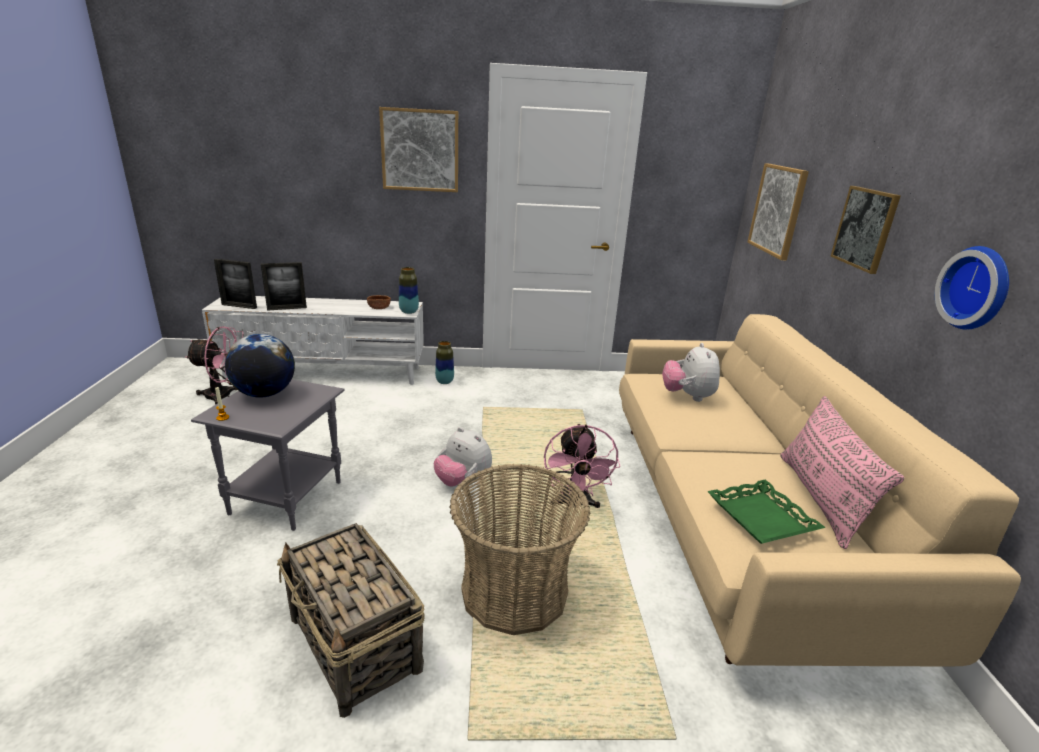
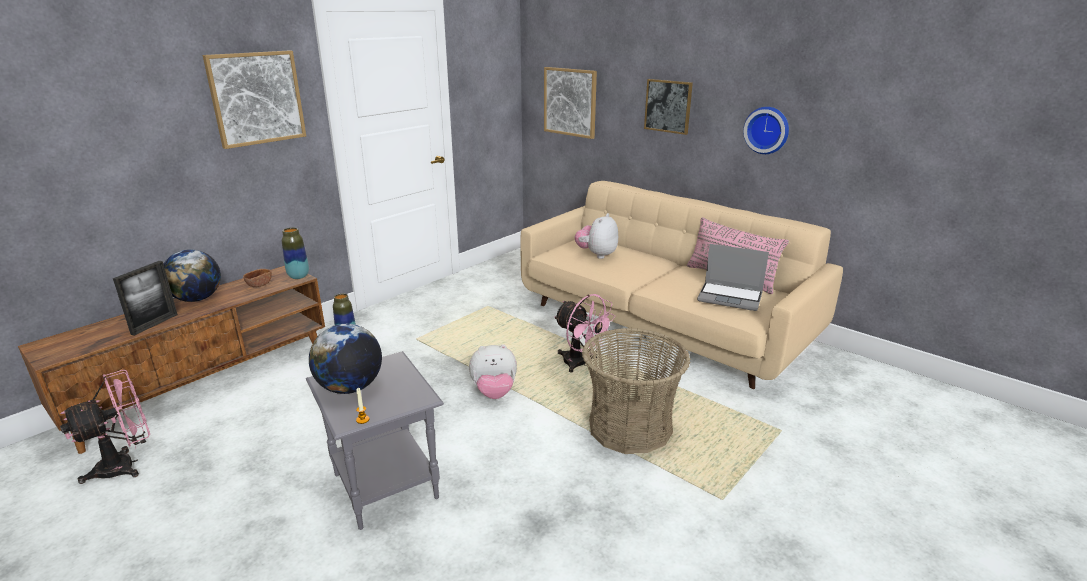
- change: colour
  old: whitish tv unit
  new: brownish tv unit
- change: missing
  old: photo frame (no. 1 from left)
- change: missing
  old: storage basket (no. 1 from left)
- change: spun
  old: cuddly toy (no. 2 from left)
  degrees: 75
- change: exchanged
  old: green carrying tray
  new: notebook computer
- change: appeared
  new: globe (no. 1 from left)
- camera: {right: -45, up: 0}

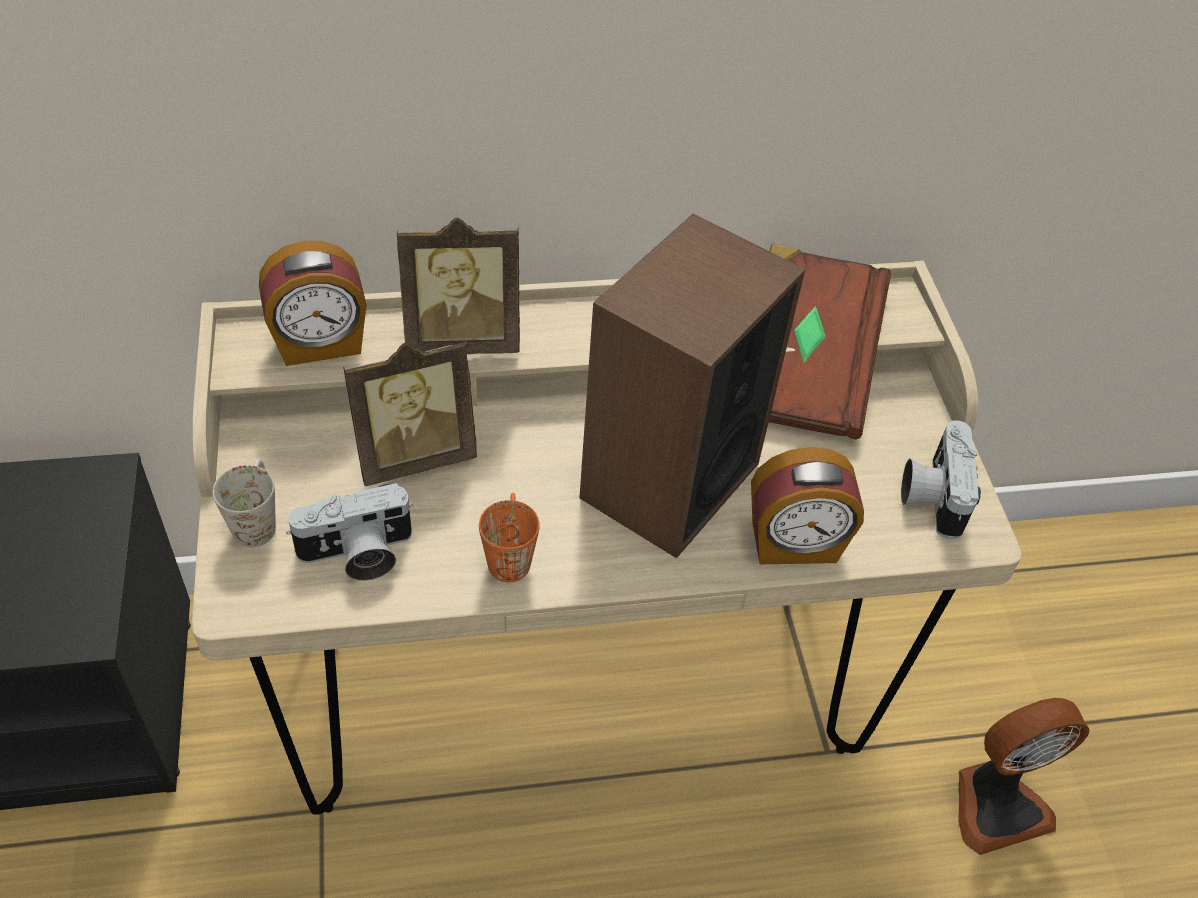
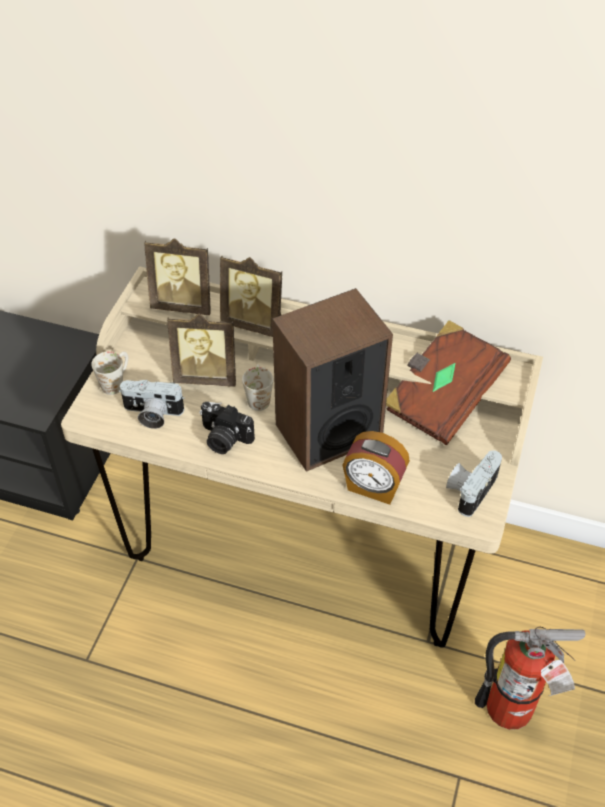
- change: exchanged
  old: bedside clock (no. 1 from left)
  new: photo frame (no. 1 from left)
- change: exchanged
  old: orangey mug
  new: still camera (no. 2 from left)
- change: exchanged
  old: fan
  new: extinguisher
- change: appeared
  new: whitish mug (no. 2 from left)
- camera: {right: 30, up: 0}

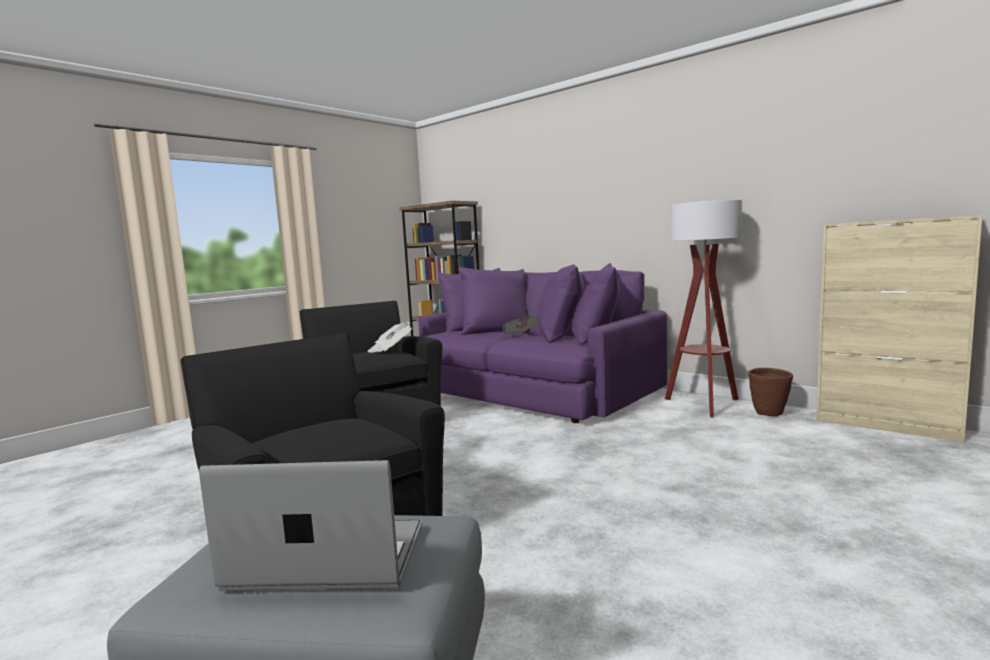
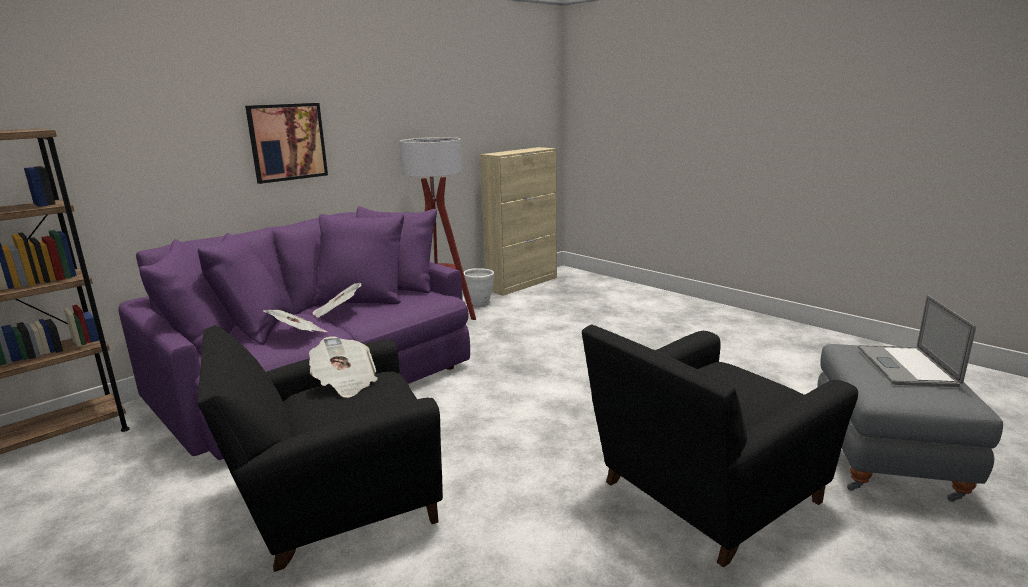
- change: colour
  old: brownish planter
  new: whitish planter
- change: appeared
  new: wall picture
- change: appeared
  new: printed paper (no. 1 from left)
- camera: {right: -85, up: 10}

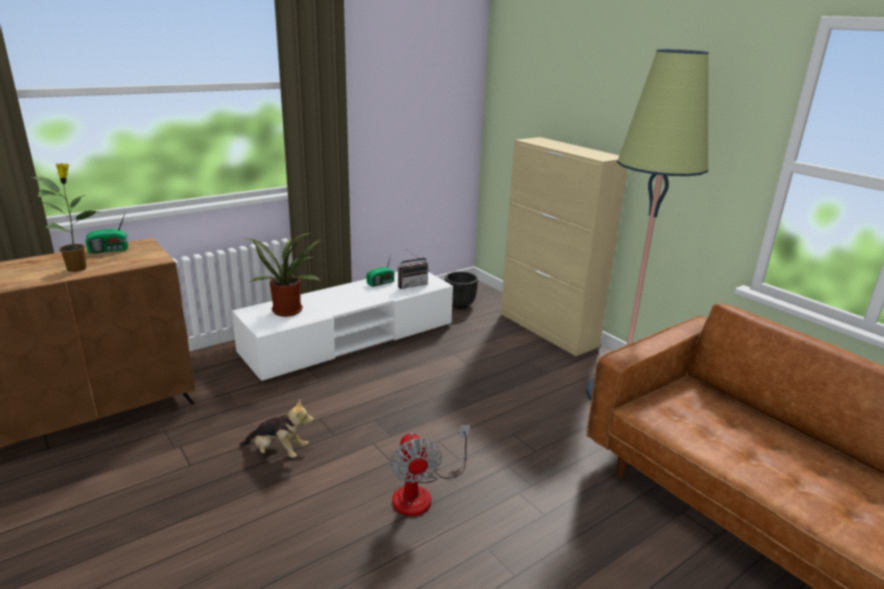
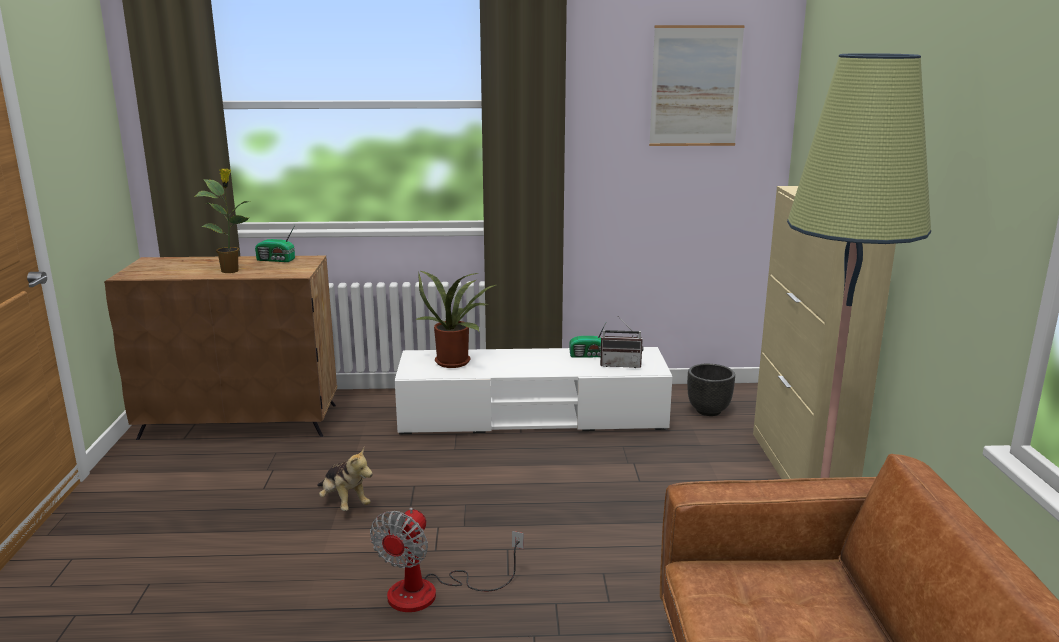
- change: appeared
  new: wall picture
- camera: {right: 35, up: -5}

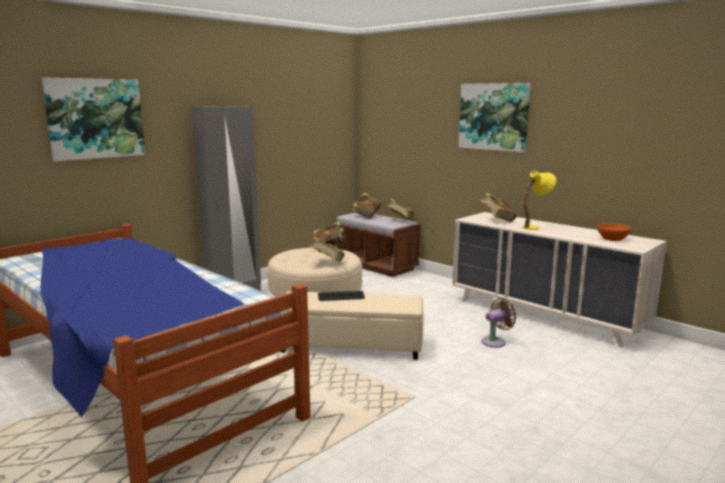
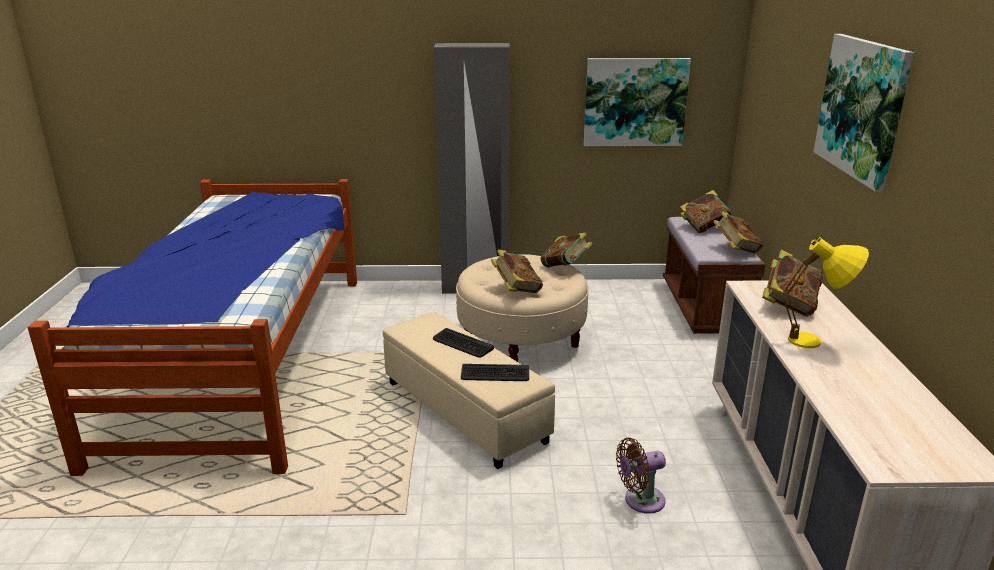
- change: relocated
  old: wall picture (no. 1 from left)
- change: spun
  old: brownish fan
  degrees: 150
- change: missing
  old: orangey serving bowl
- change: appeared
  new: keyboard (no. 2 from left)
- camera: {right: 45, up: 10}

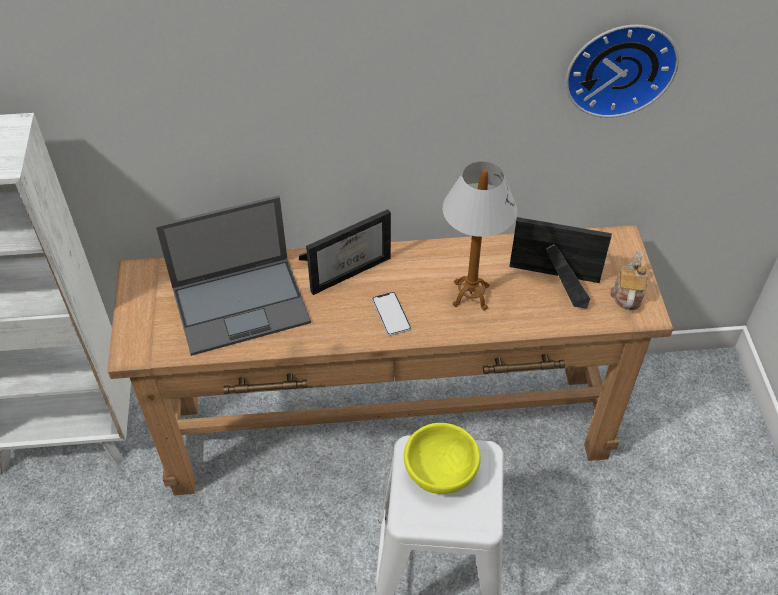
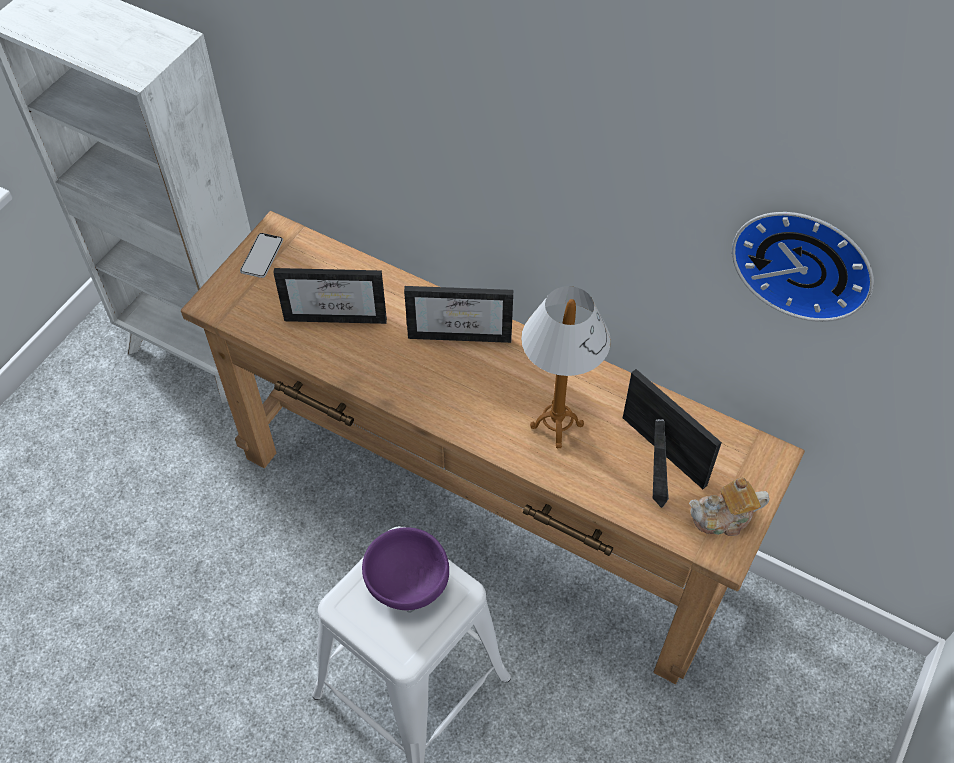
- change: exchanged
  old: notebook computer
  new: photo frame (no. 1 from left)
- change: relocated
  old: telephone
- change: colour
  old: yellowish serving bowl
  new: purple serving bowl
- change: spun
  old: teapot
  degrees: -150
- camera: {right: 35, up: 5}

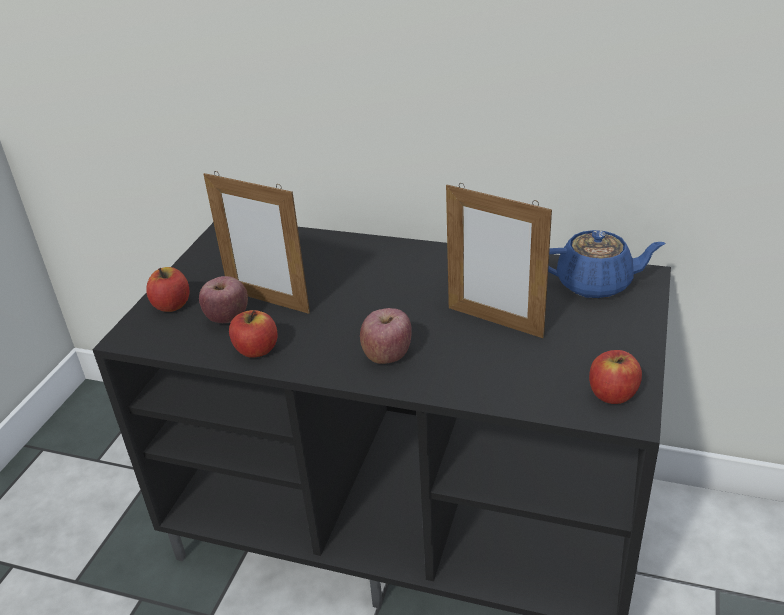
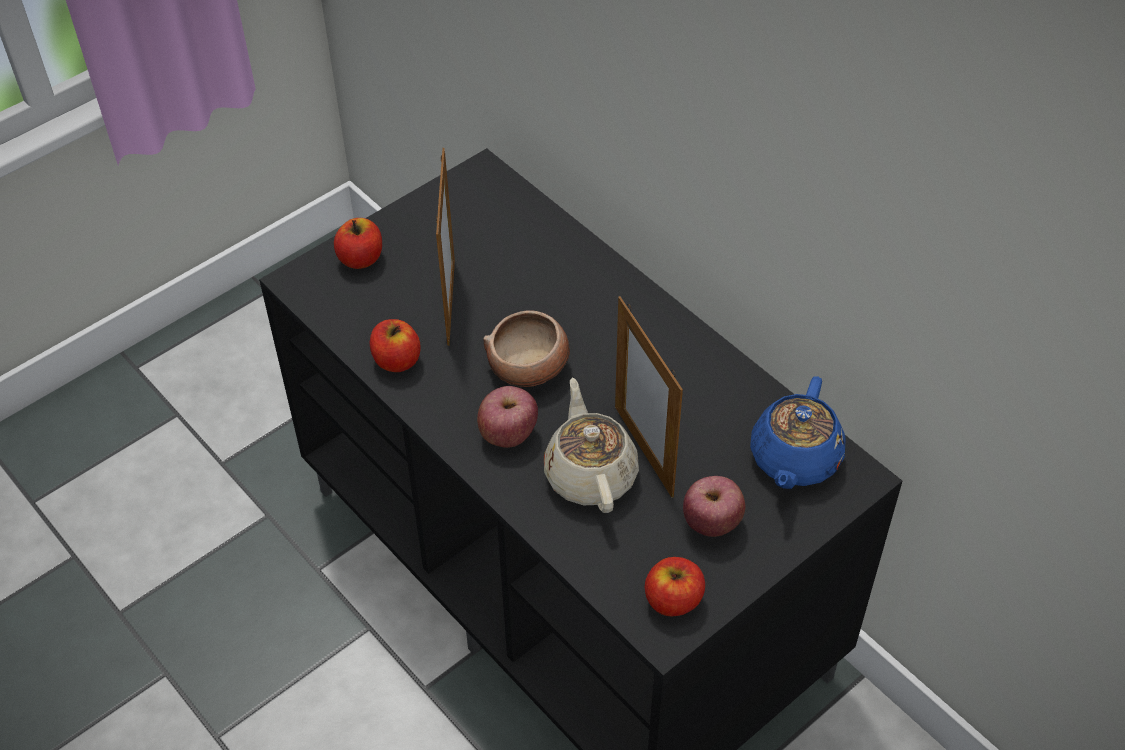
- change: relocated
  old: apple fruit (no. 2 from left in the first image)
  new: apple fruit (no. 5 from left)
- change: spun
  old: photo frame (no. 1 from left)
  degrees: -150
- change: spun
  old: blue teapot
  degrees: 75
- change: appeared
  new: serving bowl
- change: appeared
  new: beige teapot
- camera: {right: 30, up: 15}

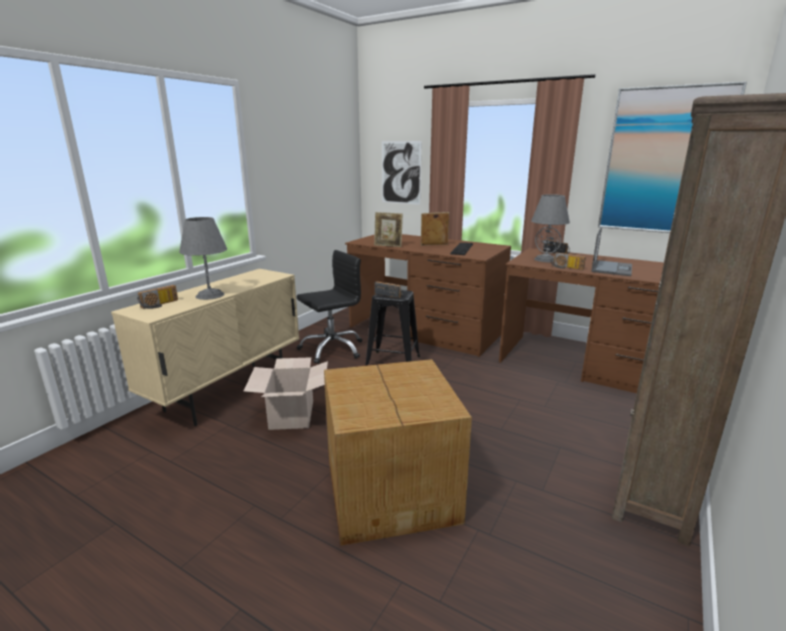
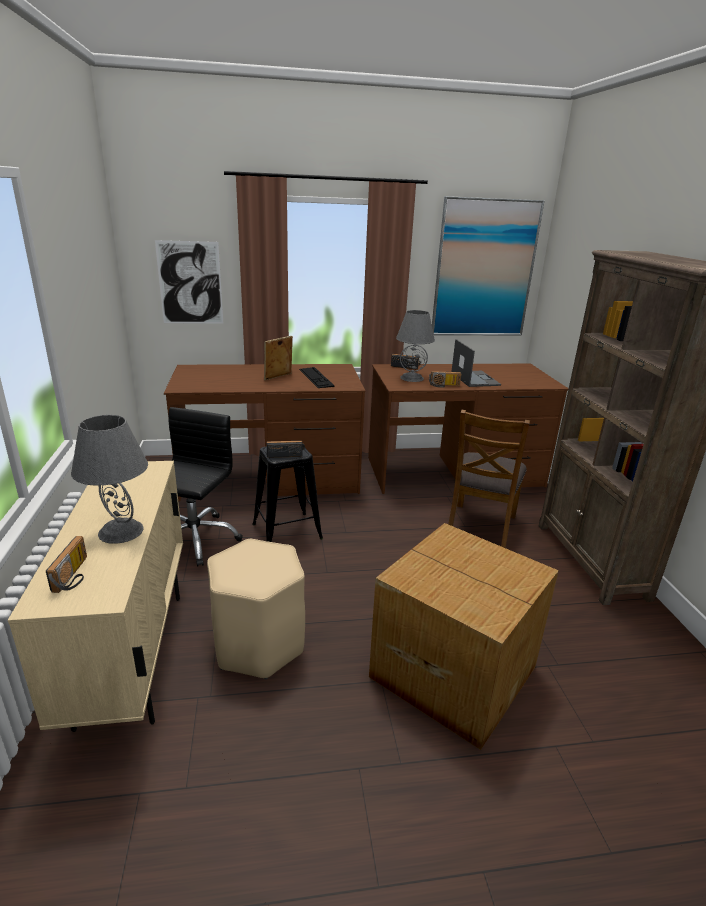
- change: exchanged
  old: carton (no. 1 from left)
  new: beige stool seat
- change: missing
  old: photo frame (no. 1 from left)
- change: appeared
  new: brownish chair
- camera: {right: -40, up: 5}

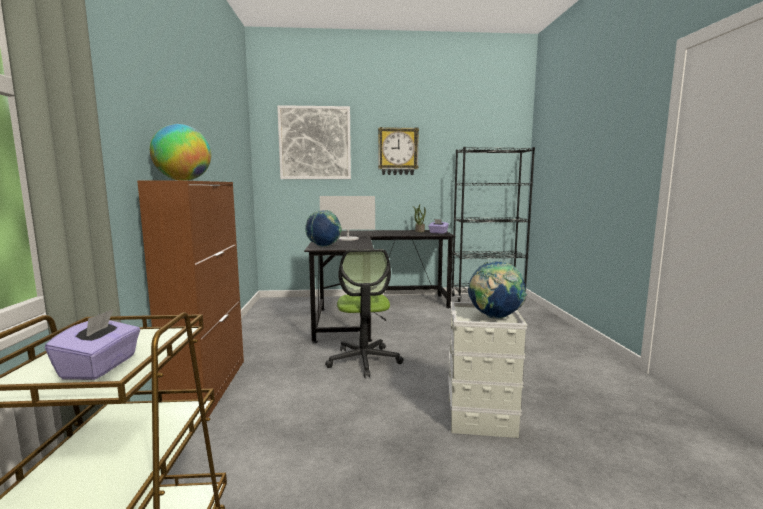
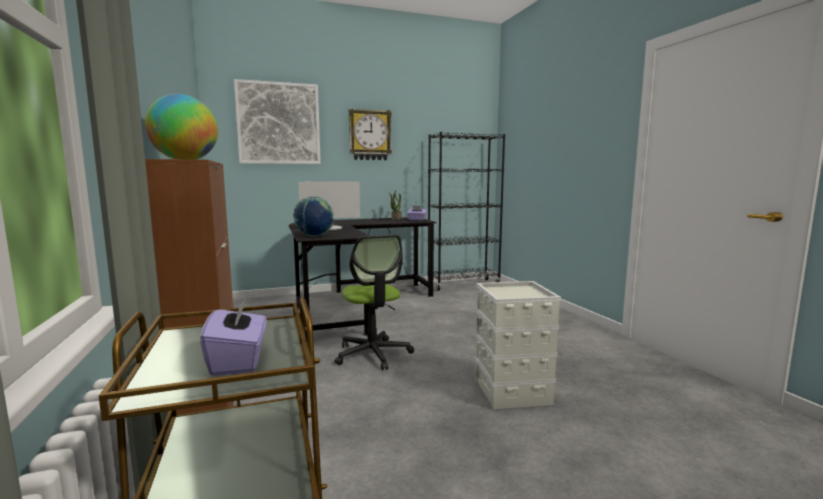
- change: missing
  old: globe (no. 3 from left)
- camera: {right: -15, up: 0}

